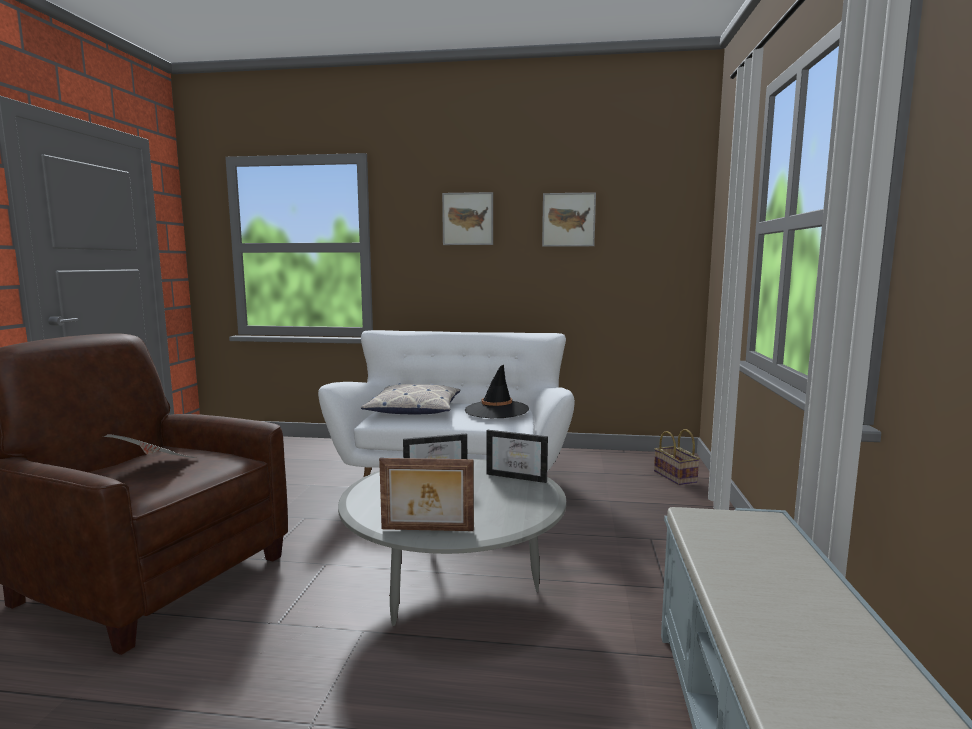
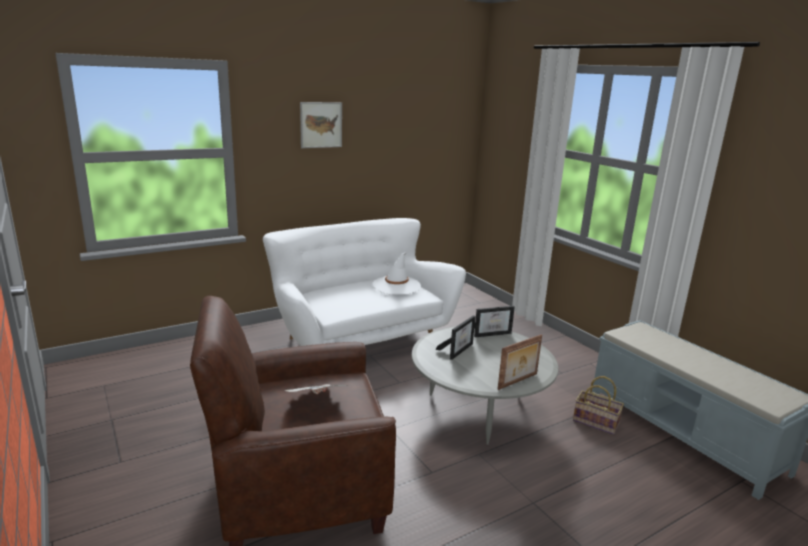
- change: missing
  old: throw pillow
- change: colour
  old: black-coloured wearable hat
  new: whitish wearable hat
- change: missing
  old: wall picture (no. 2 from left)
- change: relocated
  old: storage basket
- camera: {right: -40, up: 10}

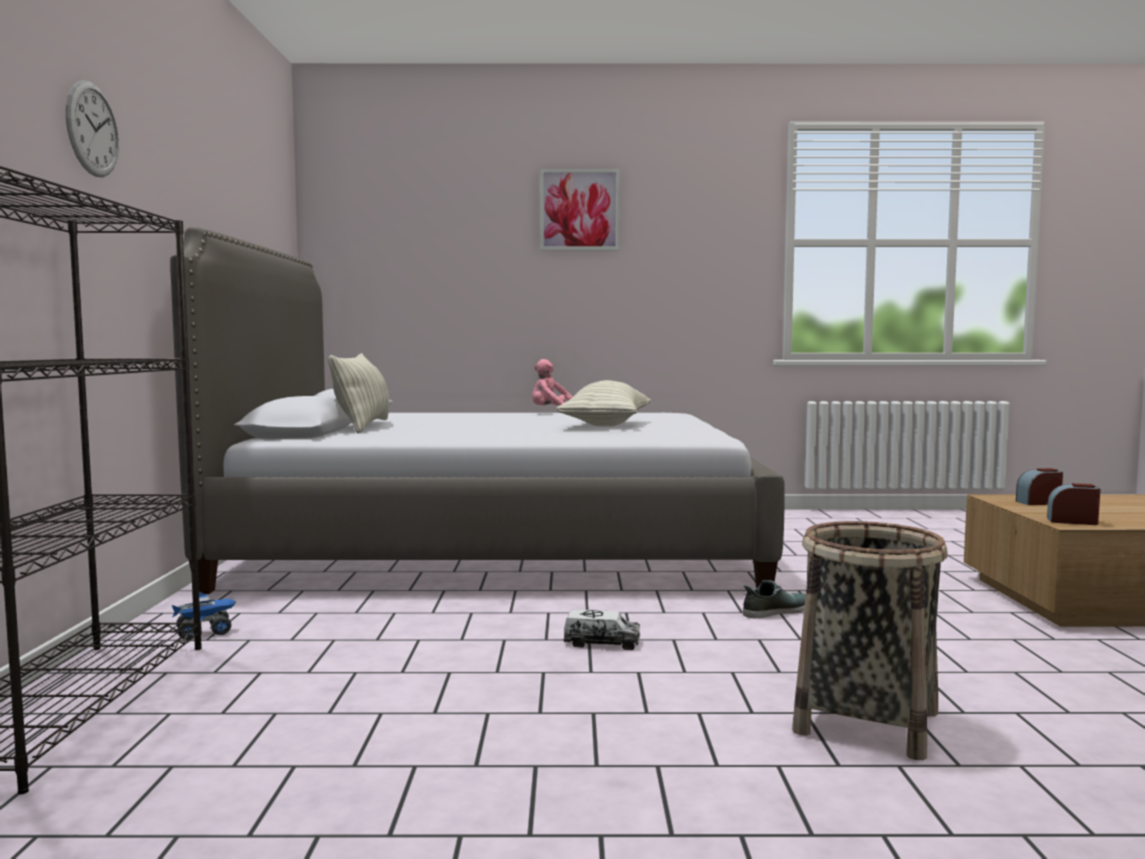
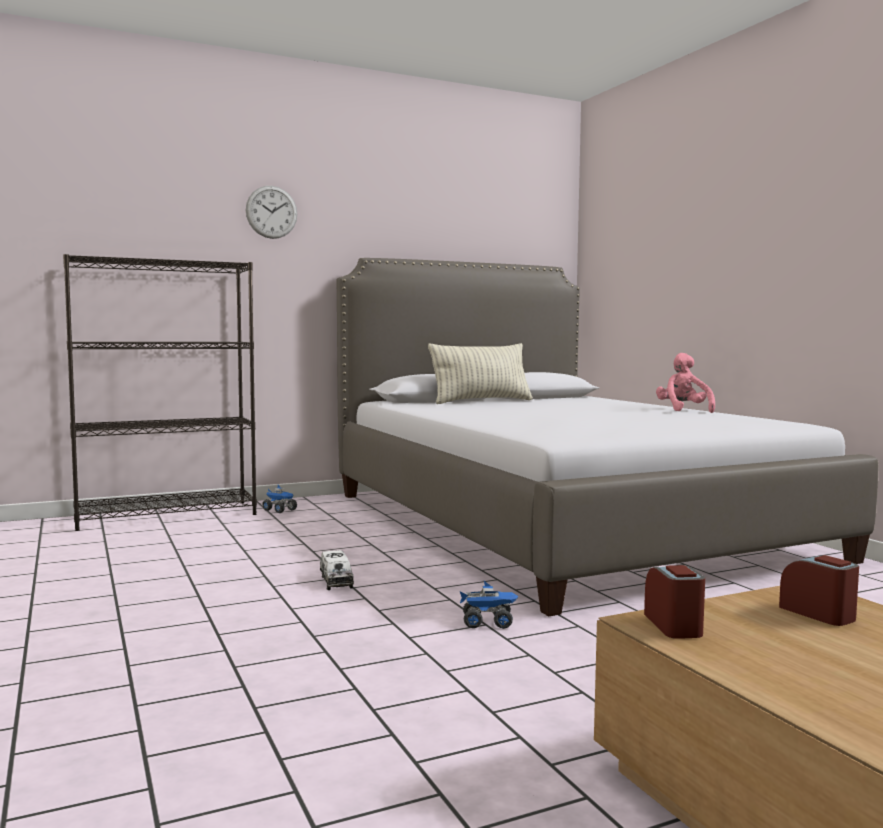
- change: missing
  old: wall picture
- change: missing
  old: throw pillow (no. 2 from left)
- change: exchanged
  old: item of footwear
  new: toy lorry (no. 3 from left)
- change: missing
  old: storage basket
- camera: {right: 65, up: 0}

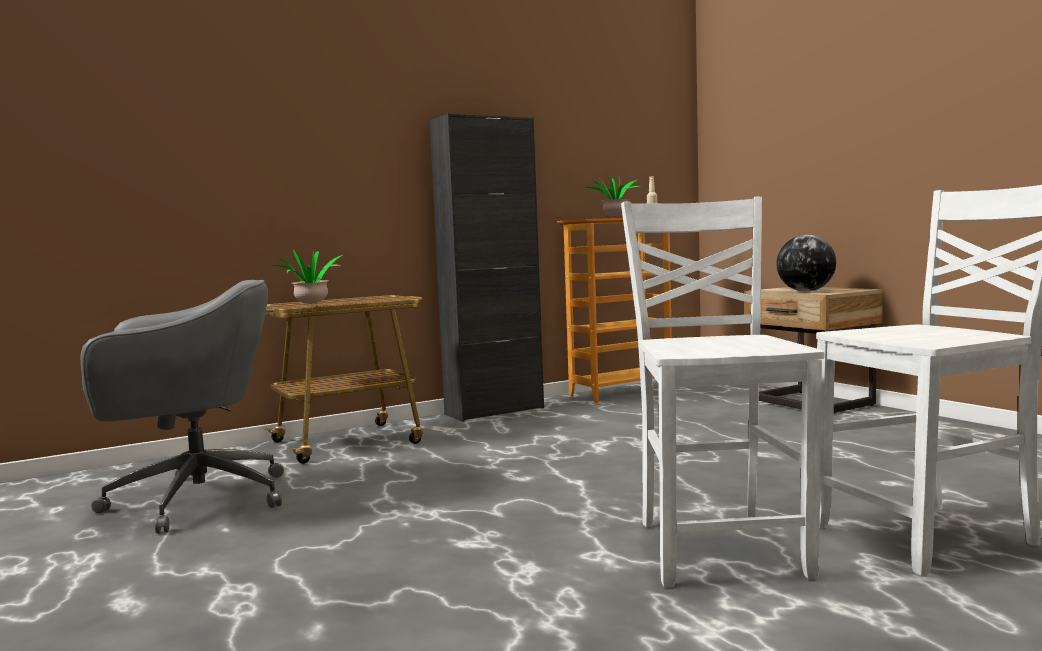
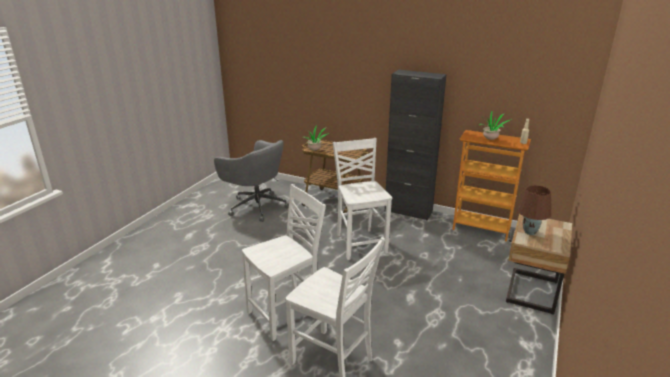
- change: exchanged
  old: globe
  new: brownish table lamp
- change: appeared
  new: whitish chair (no. 3 from left)
- camera: {right: 55, up: 20}

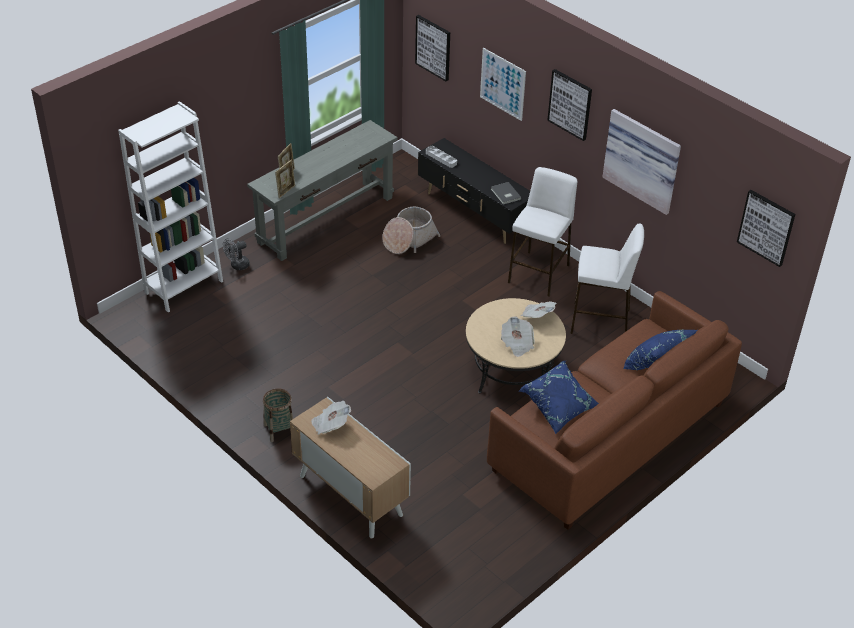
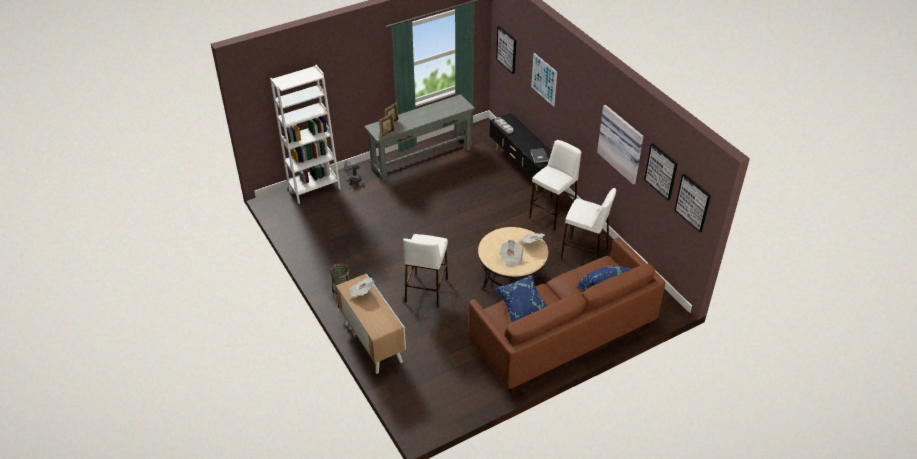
- change: missing
  old: storage basket (no. 2 from left)
- change: relocated
  old: wall picture (no. 3 from left in the first image)
  new: wall picture (no. 4 from left)
- change: appeared
  new: whitish stool seat (no. 1 from left)
- camera: {right: 15, up: 0}

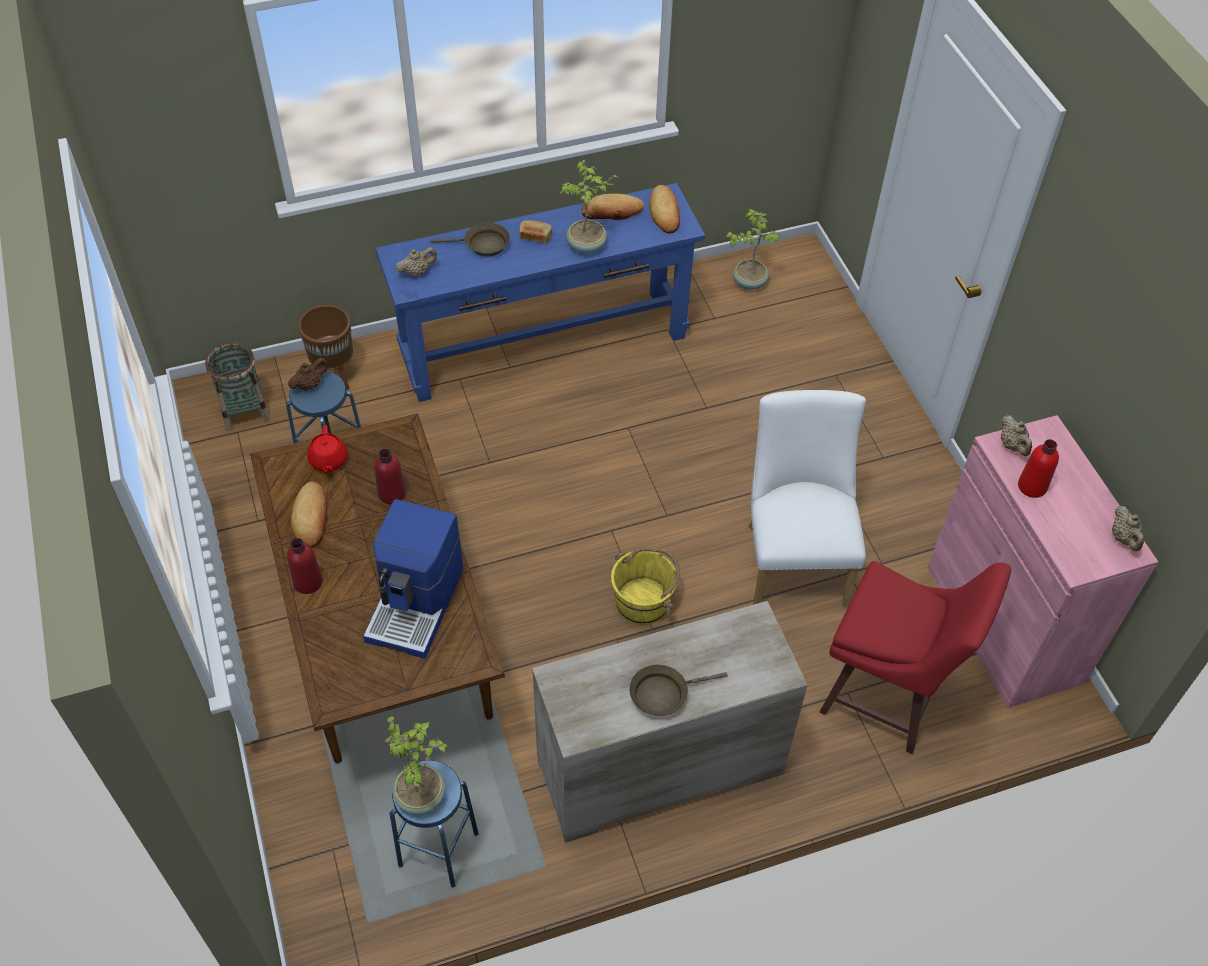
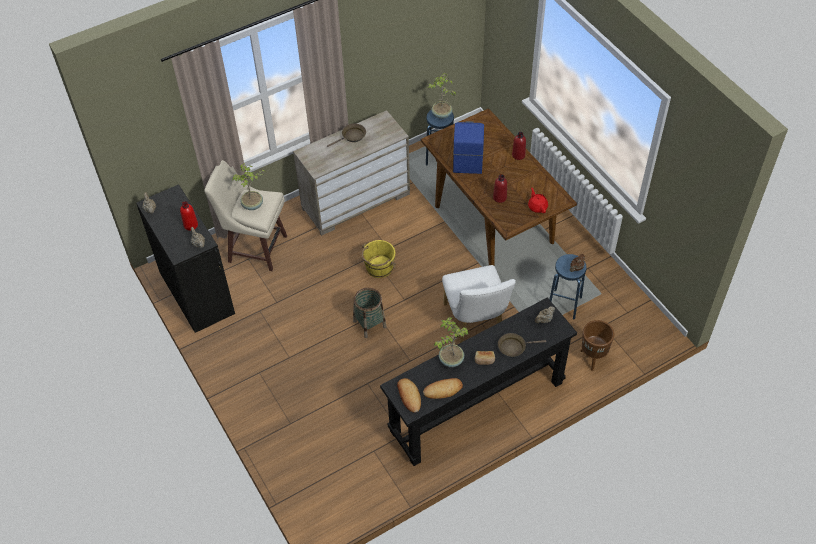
- change: relocated
  old: storage basket
- change: missing
  old: bread (no. 1 from left)
- change: colour
  old: blue hall table
  new: black-coloured hall table
- change: relocated
  old: plant in a pot (no. 3 from left in the first image)
  new: plant in a pot (no. 1 from left)
- change: relocated
  old: whitish chair
- change: colour
  old: reddish stool seat
  new: beige stool seat
- change: colour
  old: pink cupboard
  new: black-coloured cupboard
- camera: {right: 170, up: 0}

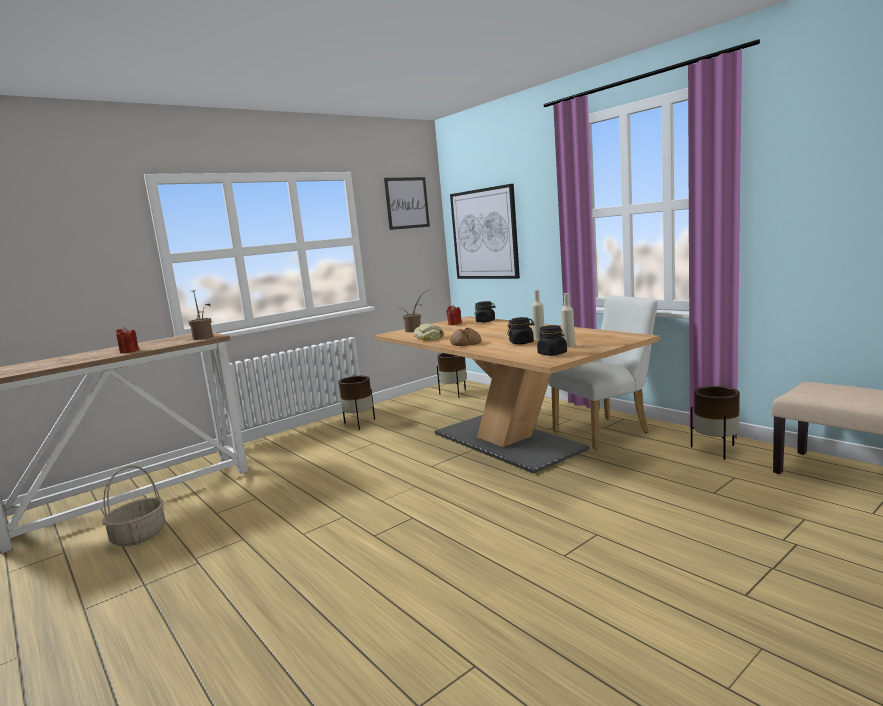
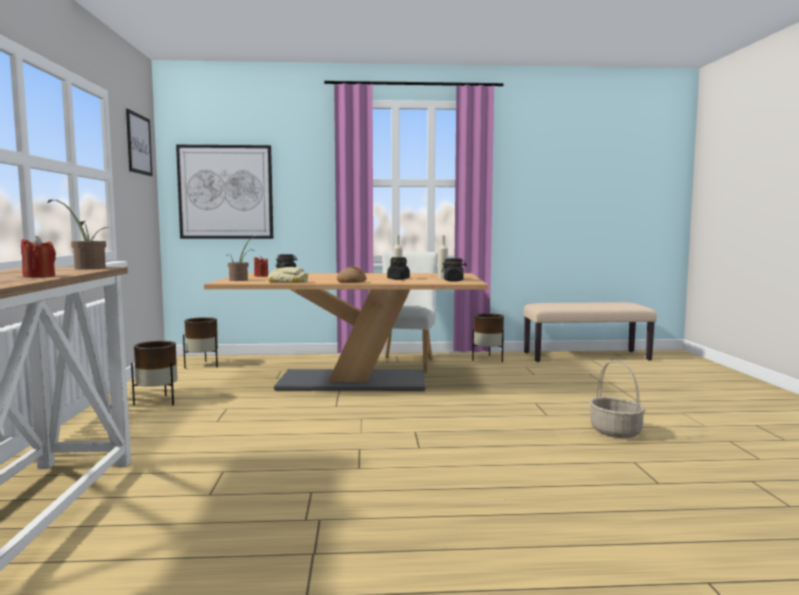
- change: relocated
  old: storage basket
- camera: {right: -55, up: -5}

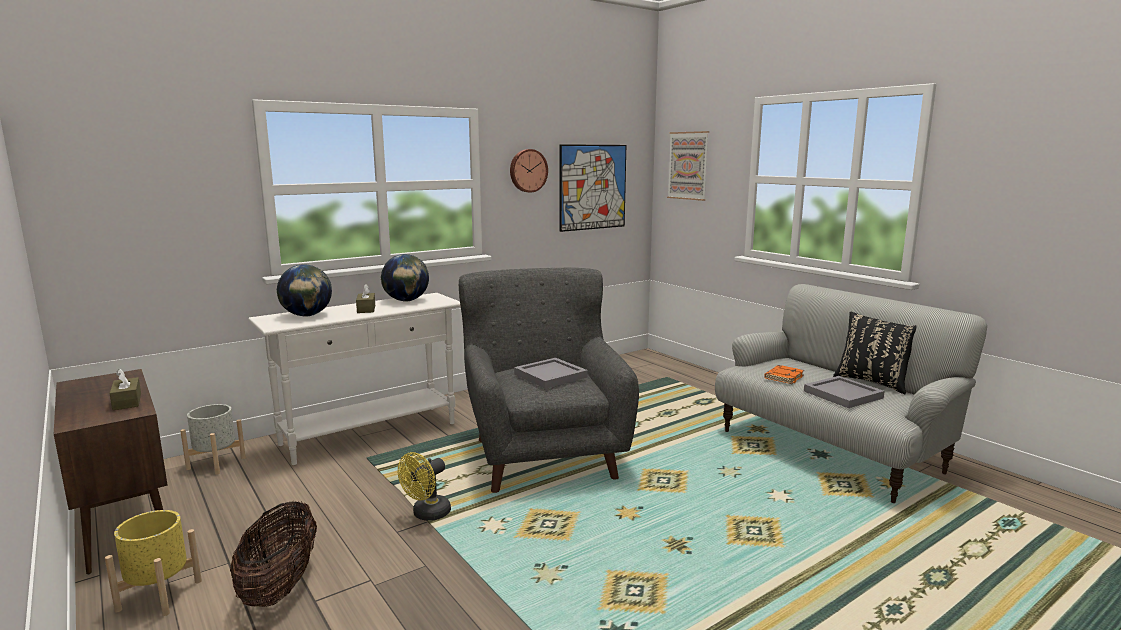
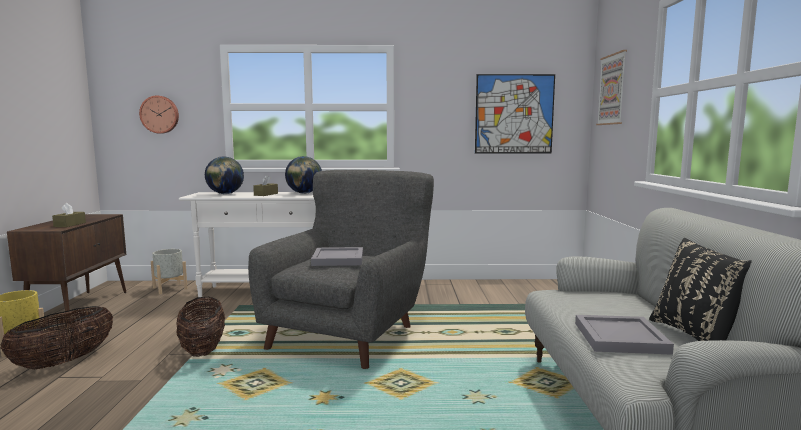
- change: exchanged
  old: yellowish fan
  new: storage basket (no. 2 from left)
- change: relocated
  old: wall clock
- change: missing
  old: orangey bound book
- camera: {right: 35, up: -5}

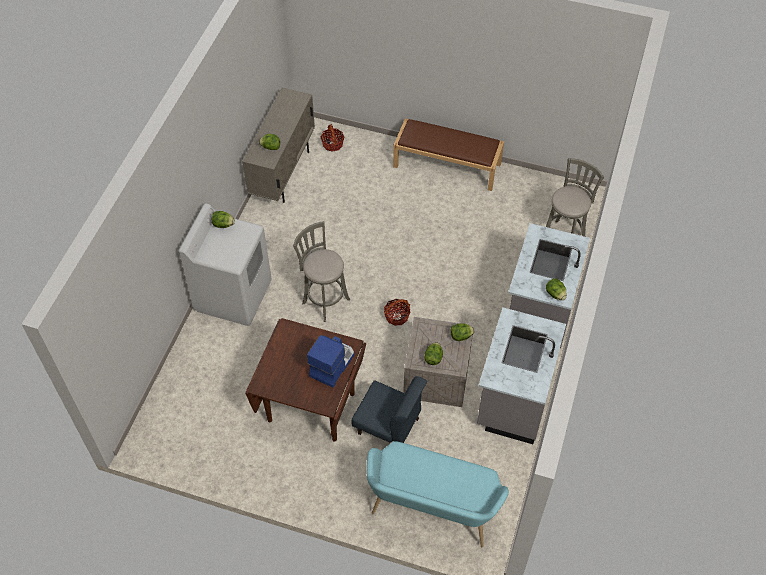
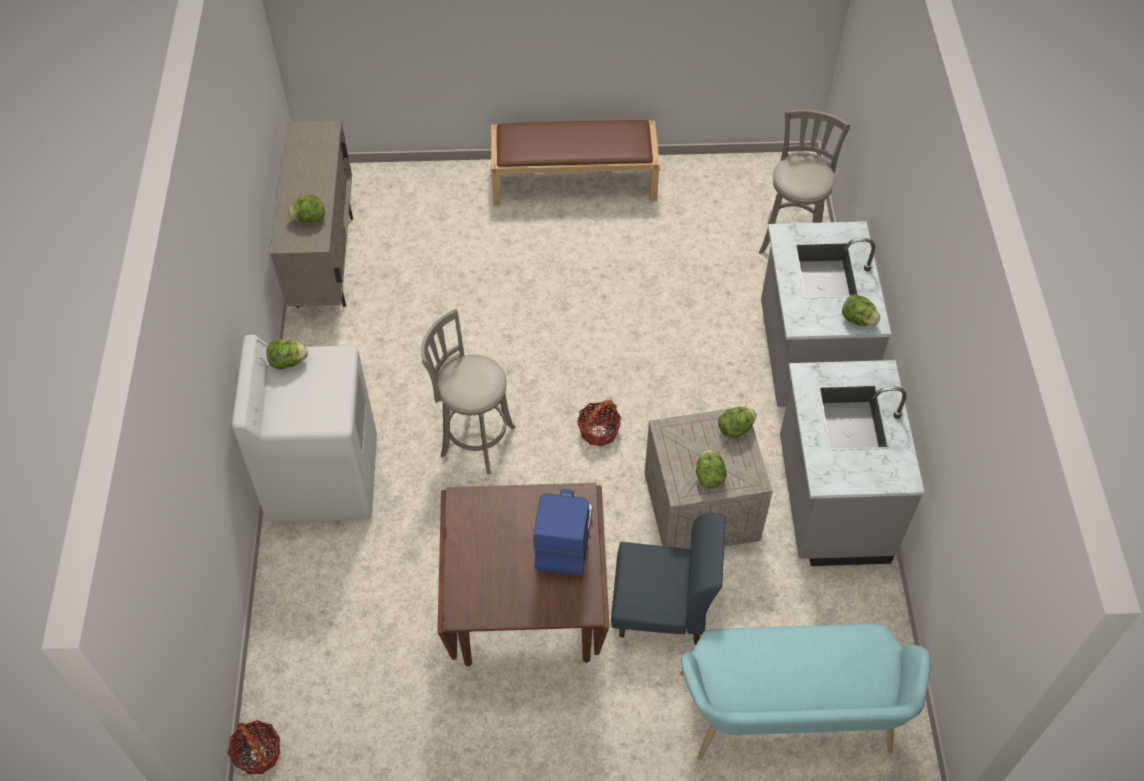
- change: relocated
  old: storage basket (no. 1 from left)
- camera: {right: -20, up: 0}

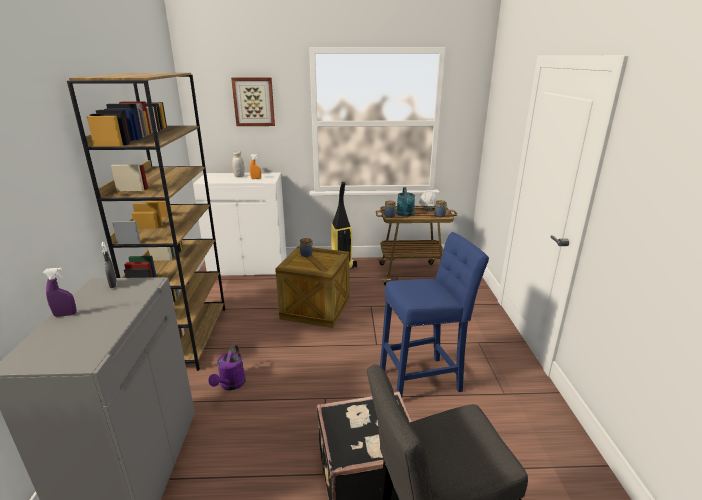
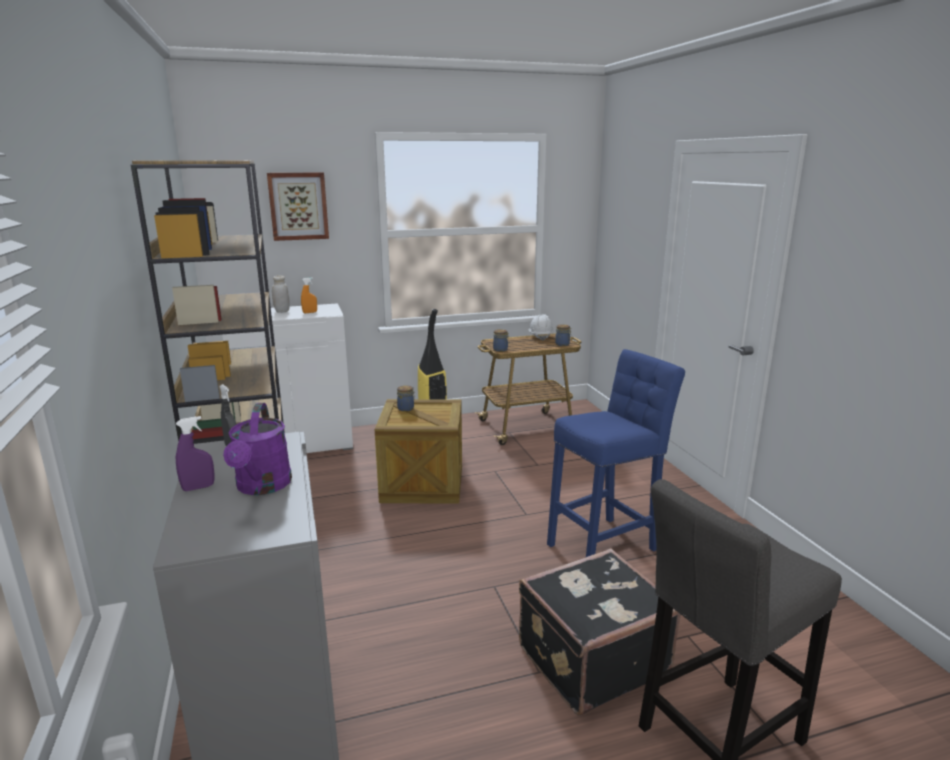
- change: relocated
  old: purple sprinkling can
- change: missing
  old: blue-green sprinkling can
- camera: {right: -15, up: -5}

